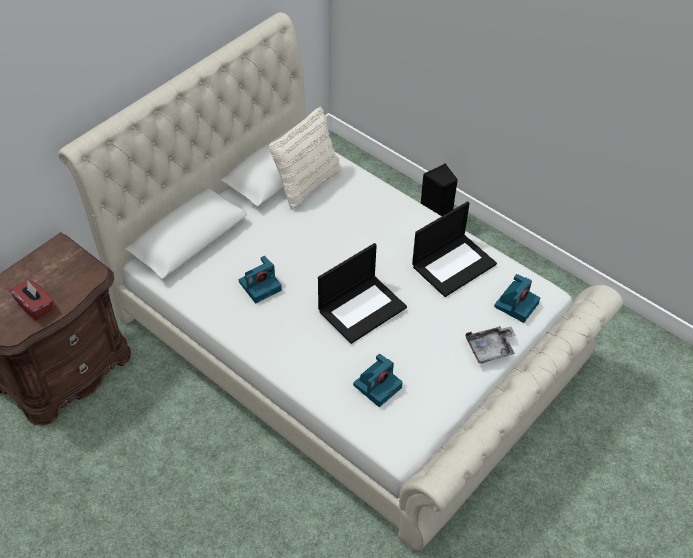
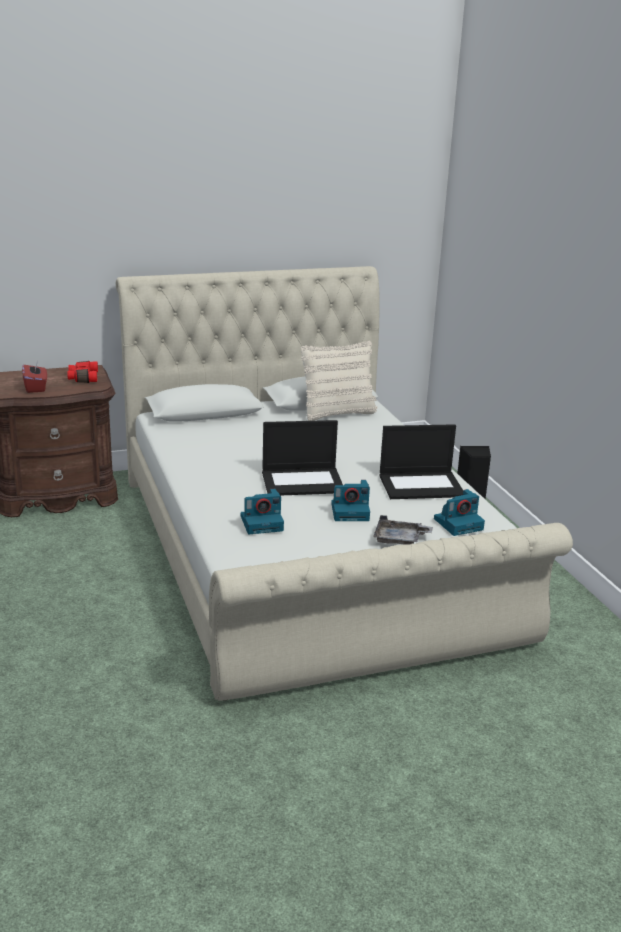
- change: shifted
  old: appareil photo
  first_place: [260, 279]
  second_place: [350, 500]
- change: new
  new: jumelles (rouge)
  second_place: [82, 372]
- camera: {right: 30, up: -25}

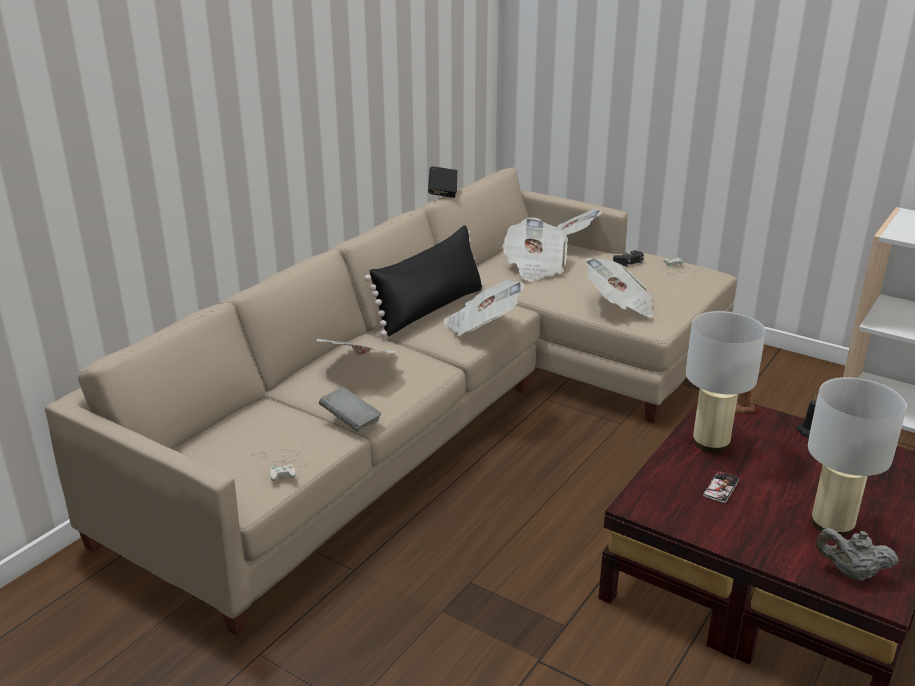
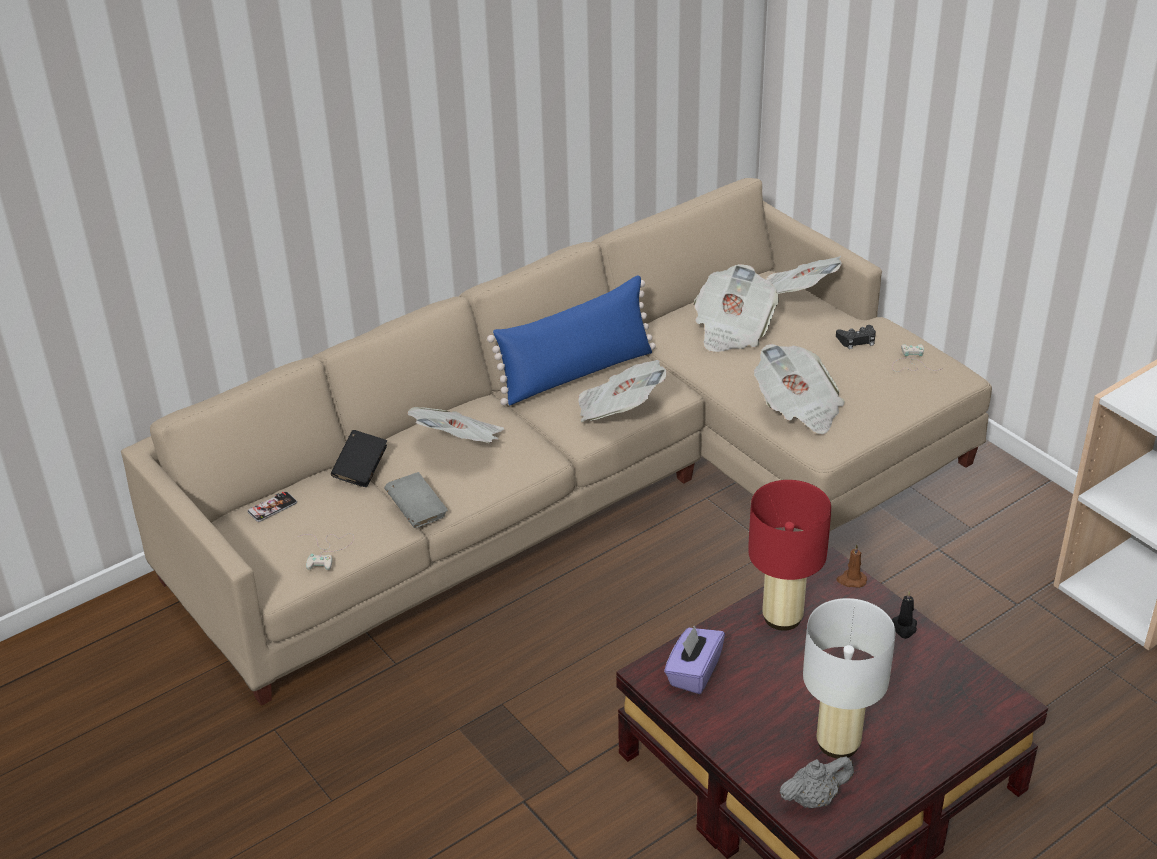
- change: repainted
  old: coussin (noir)
  new: coussin (bleu)
  first_place: [423, 281]
  second_place: [571, 340]
- change: shifted
  old: livre (noir)
  first_place: [442, 182]
  second_place: [359, 458]
- change: repainted
  old: lampe de table (blanc)
  new: lampe de table (rouge)
  first_place: [726, 382]
  second_place: [789, 555]
- change: shifted
  old: téléphone
  first_place: [721, 487]
  second_place: [272, 507]
- change: rotated
  old: théière (gris)
  first_place: [857, 554]
  second_place: [817, 782]
  degrees: 120
- change: new
  new: boîte à mouchoirs (violet)
  second_place: [694, 659]
- camera: {right: 20, up: 10}

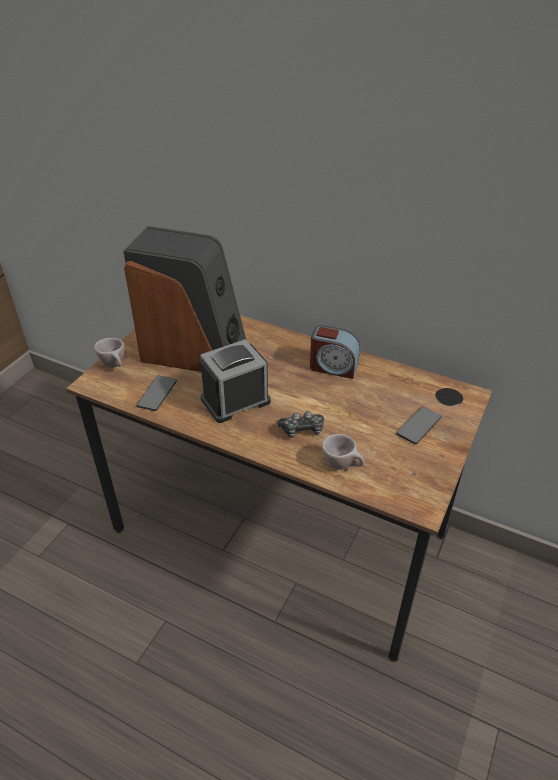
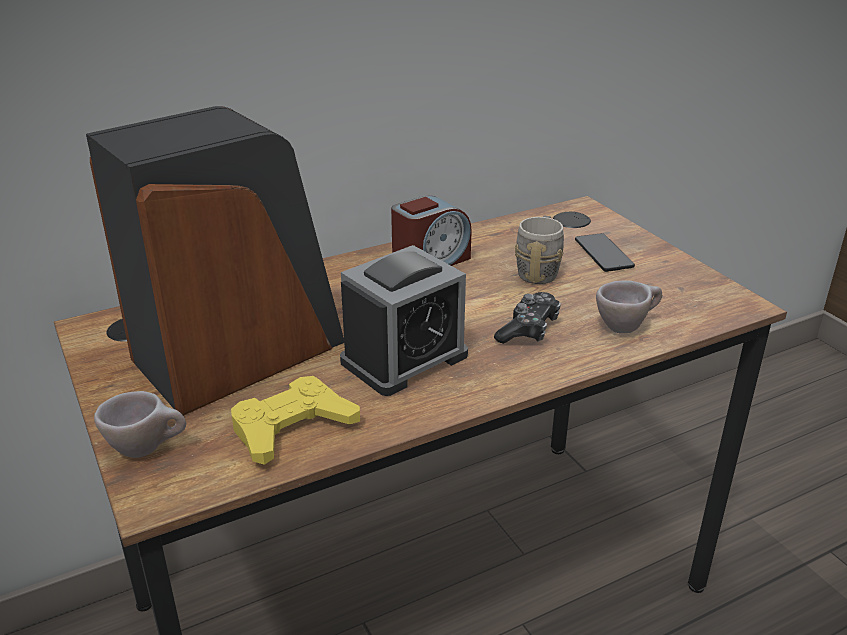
- change: swapped
  old: téléphone
  new: manette (jaune)
  first_place: [157, 393]
  second_place: [295, 420]
- change: rotated
  old: réveil
  first_place: [235, 381]
  second_place: [404, 320]
  degrees: -135
- change: new
  new: mug (gris)
  second_place: [539, 250]
- camera: {right: -55, up: -10}

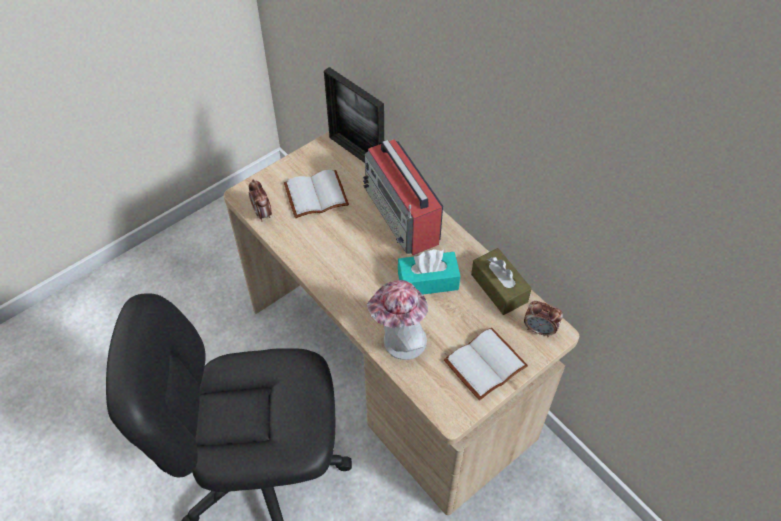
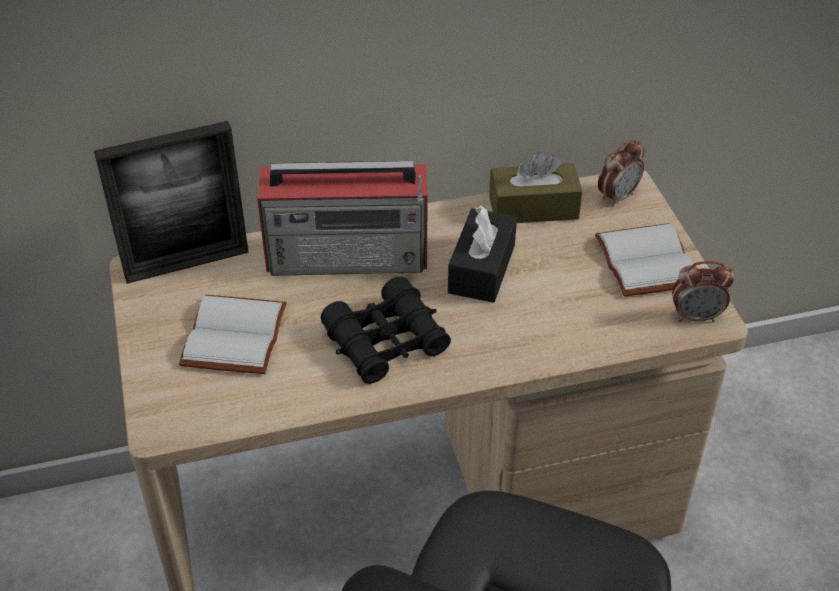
- change: shifted
  old: réveil
  first_place: [260, 201]
  second_place: [703, 291]
- change: gone
  old: chapeau
  first_place: [397, 320]
- change: repainted
  old: boîte à mouchoirs (turquoise)
  new: boîte à mouchoirs (noir)
  first_place: [429, 271]
  second_place: [482, 254]
- change: new
  new: jumelles (noir)
  second_place: [385, 330]
- camera: {right: -65, up: -10}

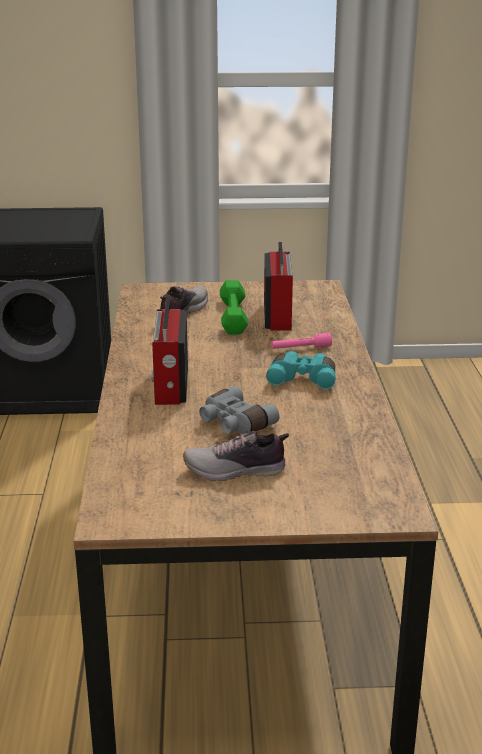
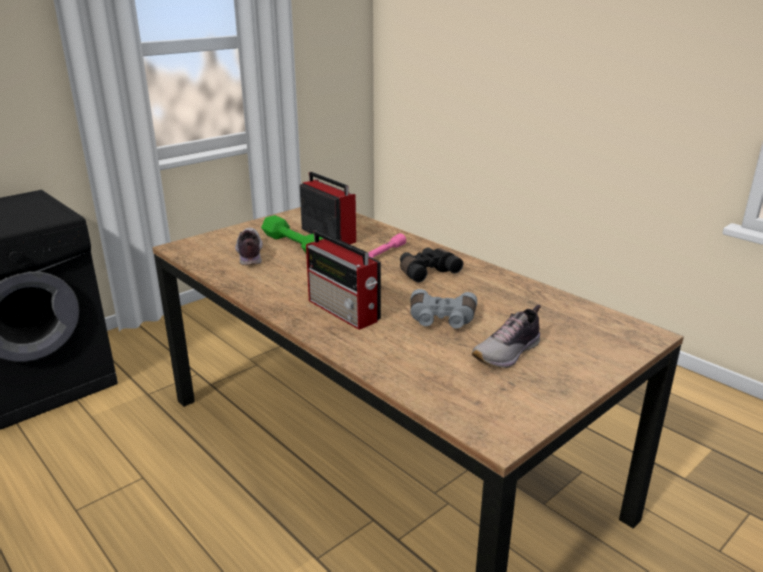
- change: repainted
  old: jumelles (turquoise)
  new: jumelles (noir)
  first_place: [301, 370]
  second_place: [431, 265]
- camera: {right: -40, up: 0}

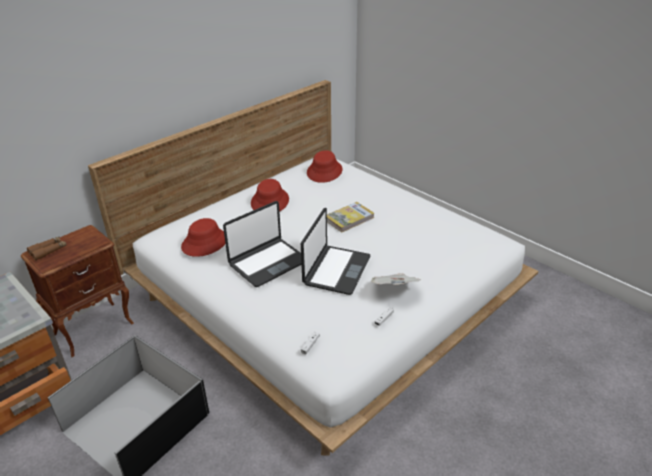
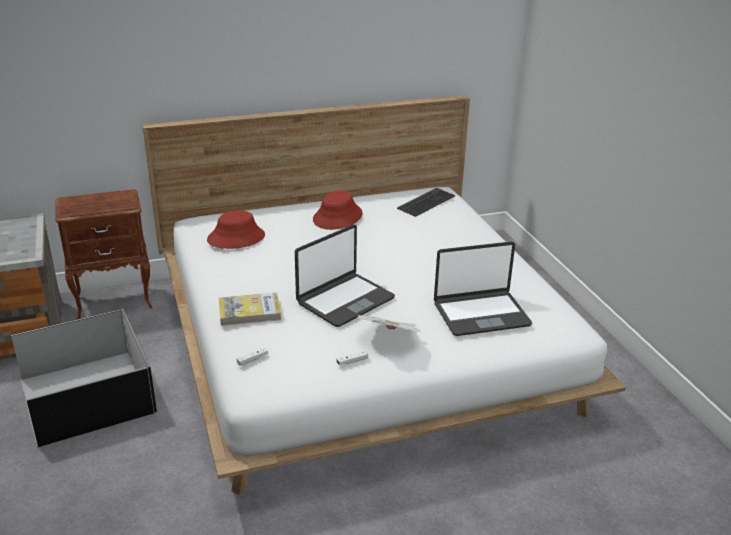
- change: gone
  old: jumelles (marron)
  first_place: [46, 249]
- change: shifted
  old: ordinateur portable
  first_place: [262, 244]
  second_place: [483, 289]
- change: swapped
  old: chapeau (rouge)
  new: clavier
  first_place: [324, 166]
  second_place: [426, 202]
- change: shifted
  old: livre
  first_place: [350, 217]
  second_place: [250, 309]
- camera: {right: 25, up: -5}

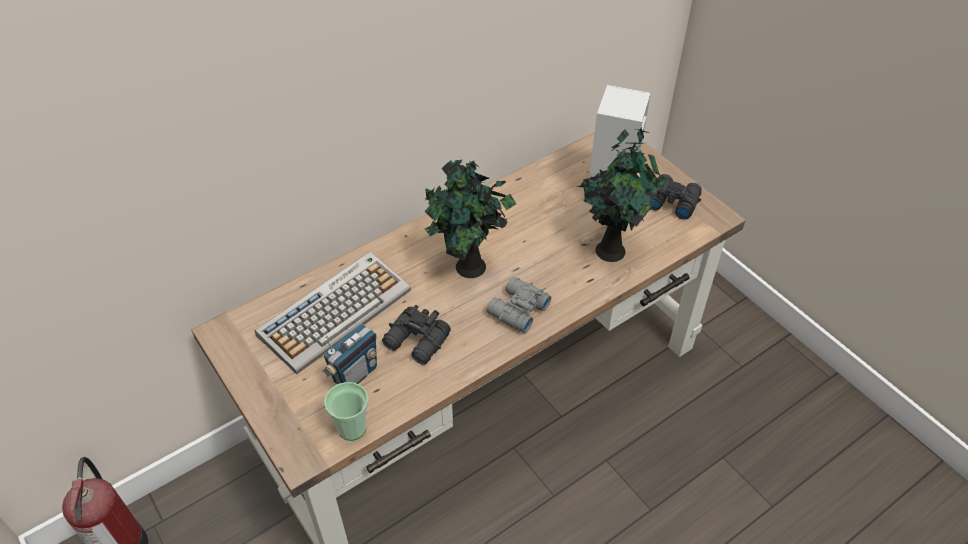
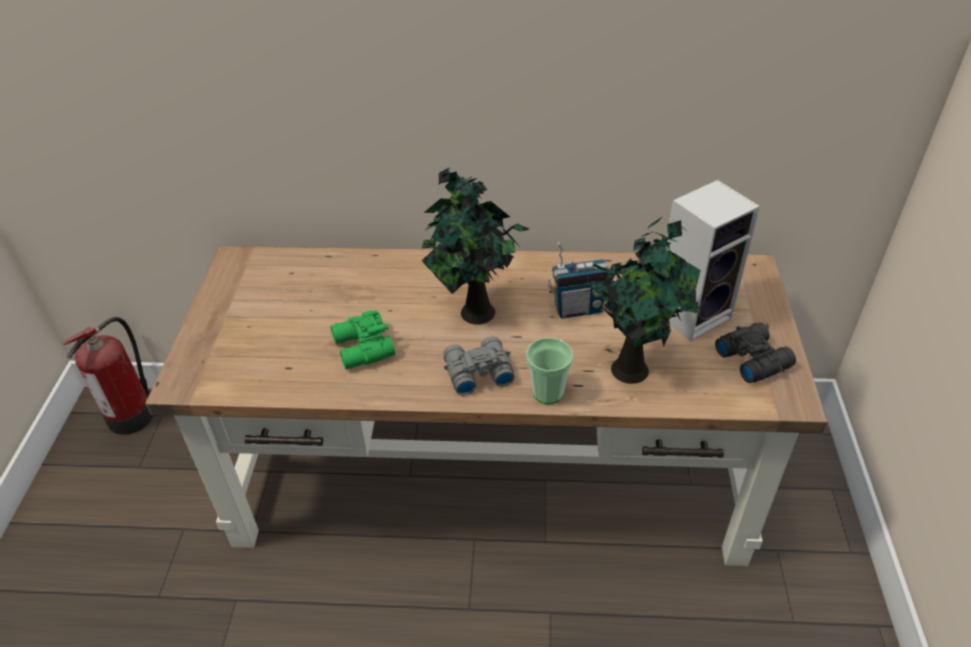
- change: gone
  old: clavier
  first_place: [332, 313]
- change: shifted
  old: radio
  first_place: [350, 354]
  second_place: [578, 281]
- change: shifted
  old: tasse
  first_place: [346, 411]
  second_place: [550, 371]
- change: repainted
  old: jumelles (noir)
  new: jumelles (vert)
  first_place: [416, 335]
  second_place: [362, 339]
- camera: {right: 40, up: -5}

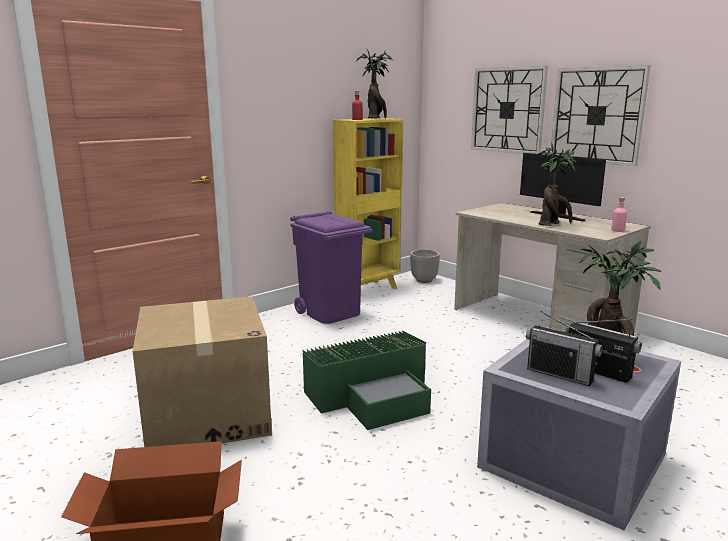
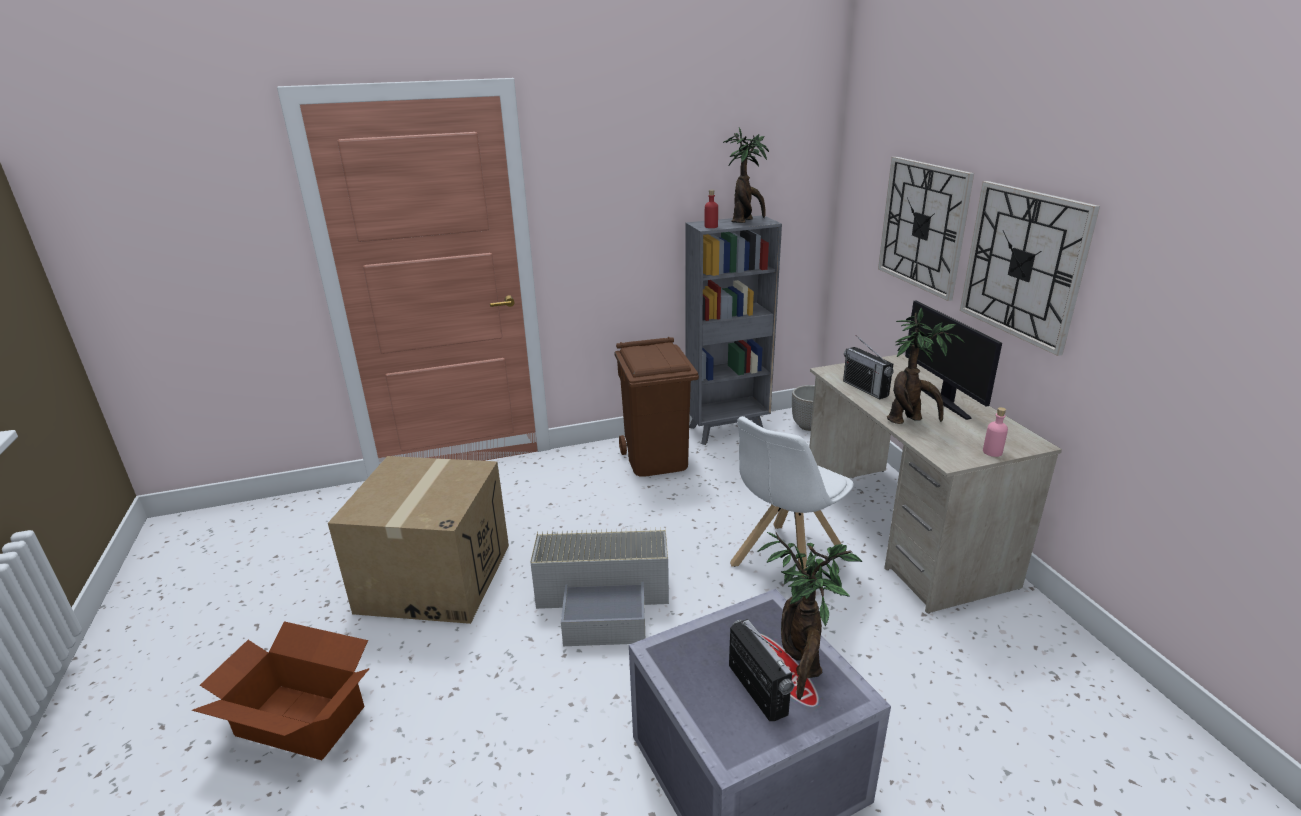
- change: repainted
  old: poubelle (violet)
  new: poubelle (marron)
  first_place: [331, 267]
  second_place: [656, 407]
- change: repainted
  old: boîte de rangement (vert)
  new: boîte de rangement (gris)
  first_place: [366, 380]
  second_place: [599, 586]
- change: repainted
  old: bibliothèque (jaune)
  new: bibliothèque (gris)
  first_place: [368, 209]
  second_place: [734, 330]
- change: shifted
  old: radio
  first_place: [564, 348]
  second_place: [868, 367]
- change: new
  new: chaise (blanc)
  second_place: [792, 496]
- camera: {right: 25, up: 10}

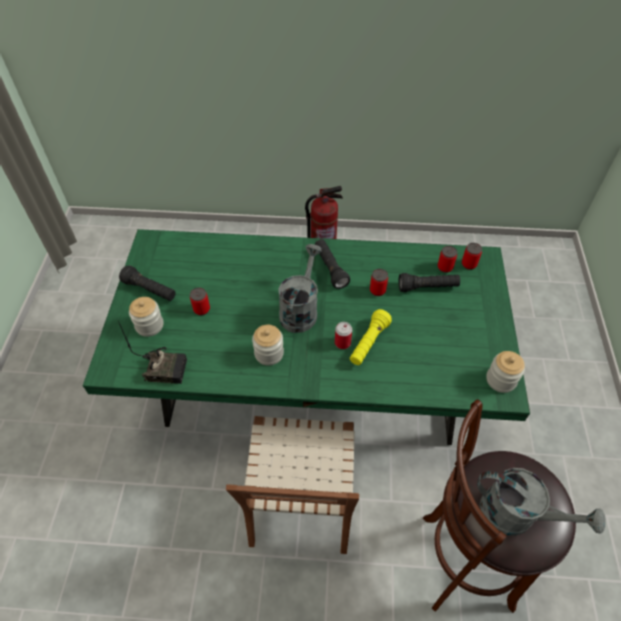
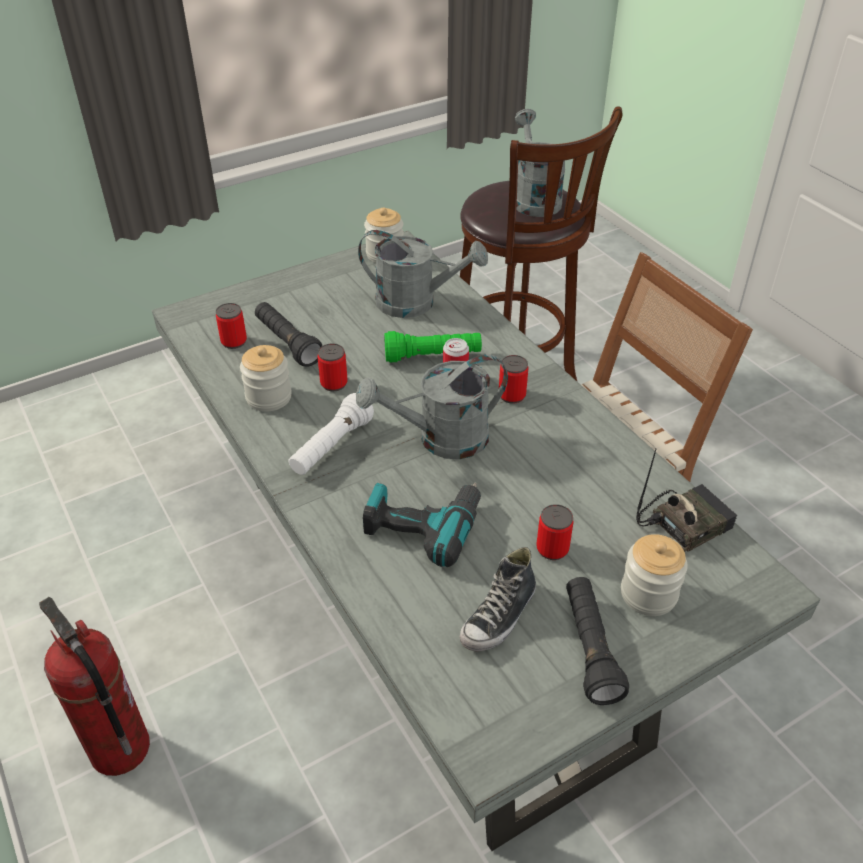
- change: repainted
  old: table à manger (vert)
  new: table à manger (gris)
  first_place: [306, 337]
  second_place: [486, 541]
- change: rotated
  old: radio
  first_place: [152, 352]
  second_place: [686, 500]
  degrees: 90
- change: shifted
  old: bocal
  first_place: [268, 345]
  second_place: [266, 378]
- change: repainted
  old: lampe de poche (noir)
  new: lampe de poche (blanc)
  first_place: [332, 264]
  second_place: [331, 434]
- change: repainted
  old: lampe de poche (jaune)
  new: lampe de poche (vert)
  first_place: [371, 337]
  second_place: [433, 346]
- change: shifted
  old: boîte métallique
  first_place: [472, 256]
  second_place: [514, 379]
- change: new
  new: arrosoir (gris)
  second_place: [423, 274]
- change: new
  new: perceuse
  second_place: [422, 524]
- change: new
  new: chaussure
  second_place: [498, 599]
- camera: {right: -125, up: -10}

